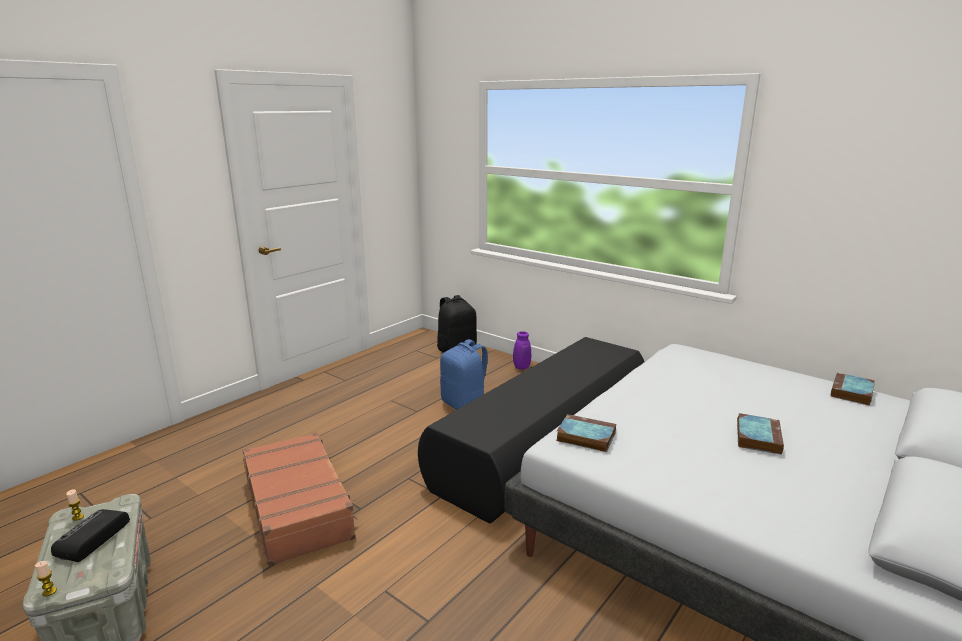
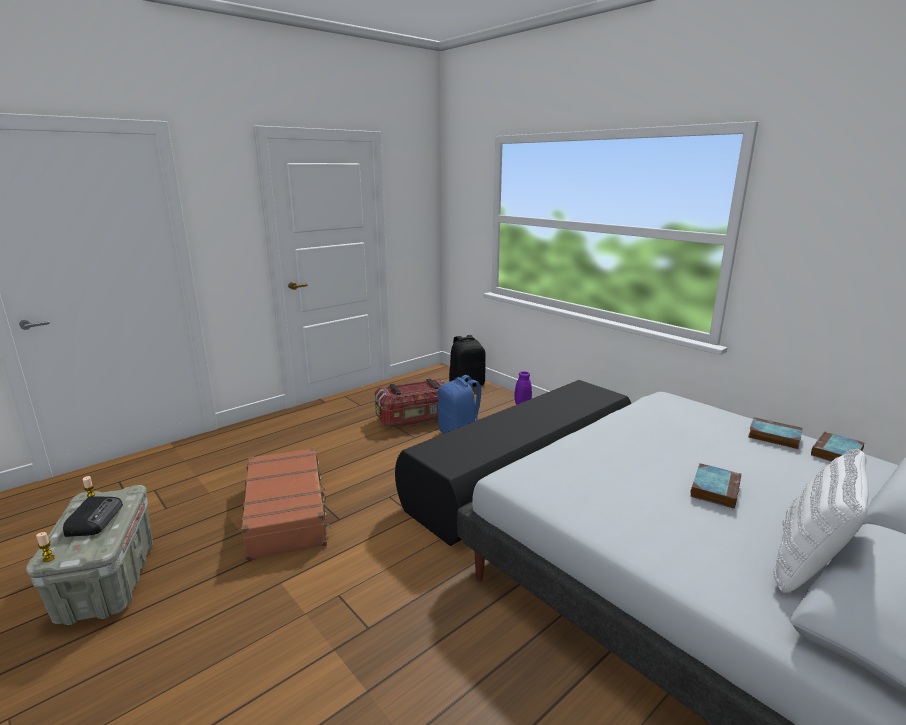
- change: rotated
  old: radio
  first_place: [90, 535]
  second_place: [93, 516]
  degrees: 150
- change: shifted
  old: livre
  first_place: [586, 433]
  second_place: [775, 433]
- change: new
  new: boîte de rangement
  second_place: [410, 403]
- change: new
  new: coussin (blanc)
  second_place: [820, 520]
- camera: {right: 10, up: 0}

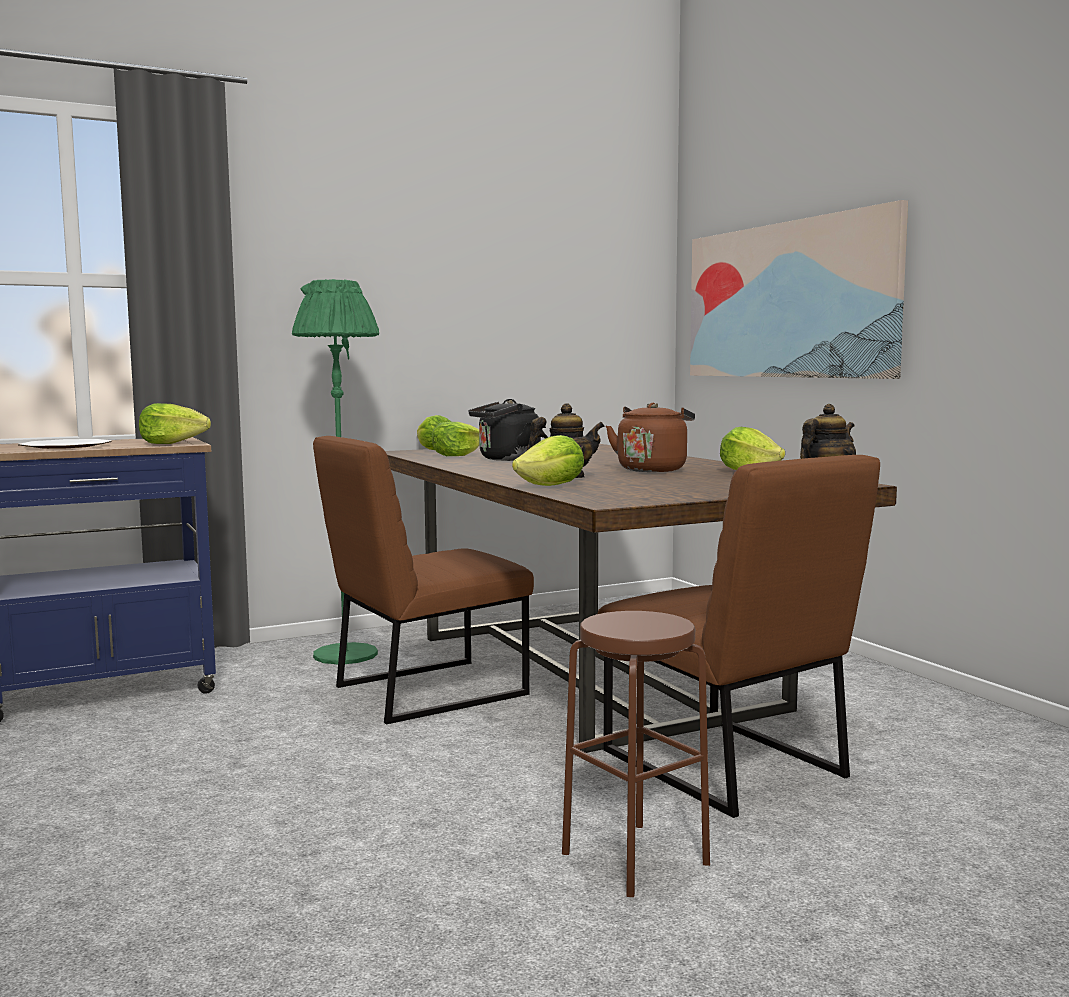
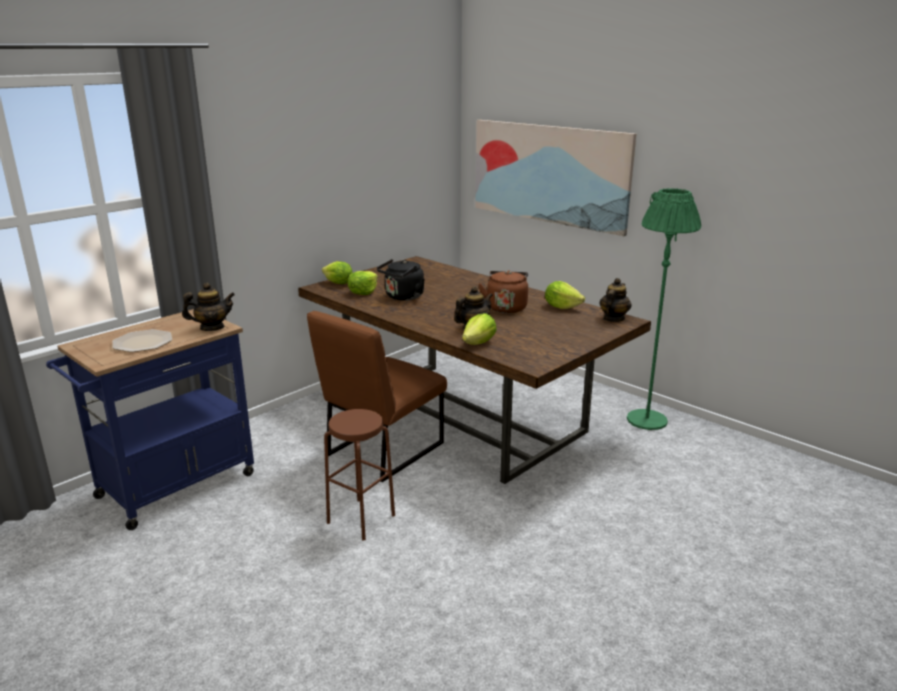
- change: swapped
  old: laitue
  new: théière
  first_place: [175, 423]
  second_place: [208, 307]
- change: shifted
  old: lampadaire (vert)
  first_place: [335, 471]
  second_place: [664, 309]
- change: shifted
  old: tabouret (marron)
  first_place: [636, 754]
  second_place: [359, 474]
- change: gone
  old: chaise (marron)
  first_place: [739, 636]
- camera: {right: -20, up: 15}

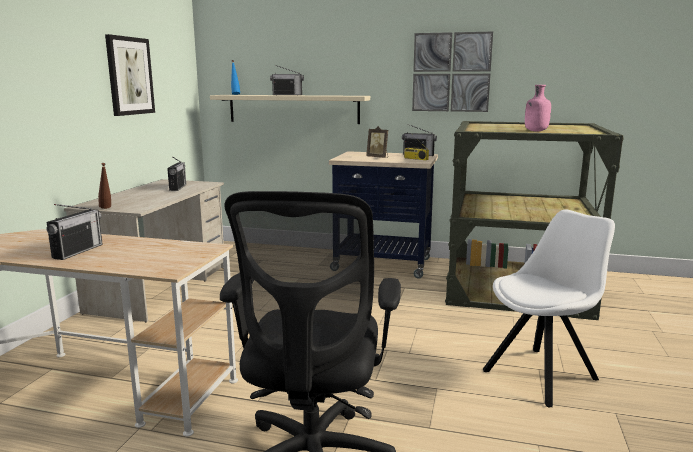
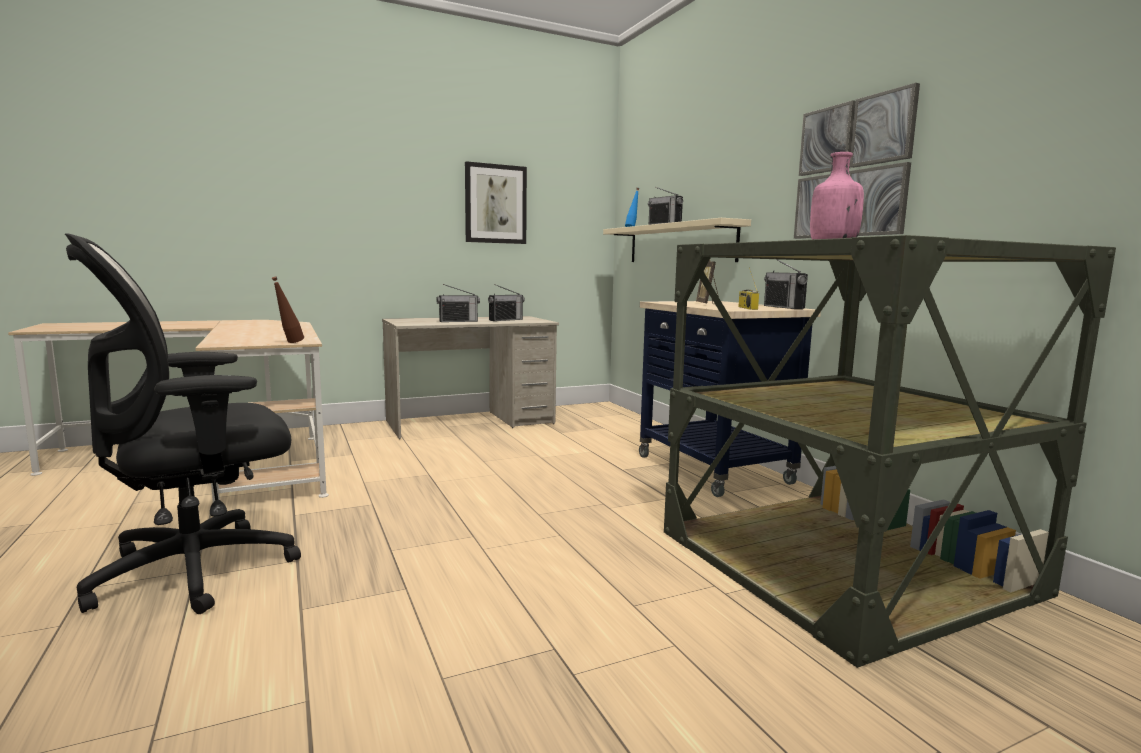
- change: shifted
  old: radio
  first_place: [74, 232]
  second_place: [458, 303]
- change: shifted
  old: bouteille (marron)
  first_place: [104, 186]
  second_place: [288, 310]
- change: gone
  old: chaise (blanc)
  first_place: [549, 308]
- camera: {right: 50, up: -5}

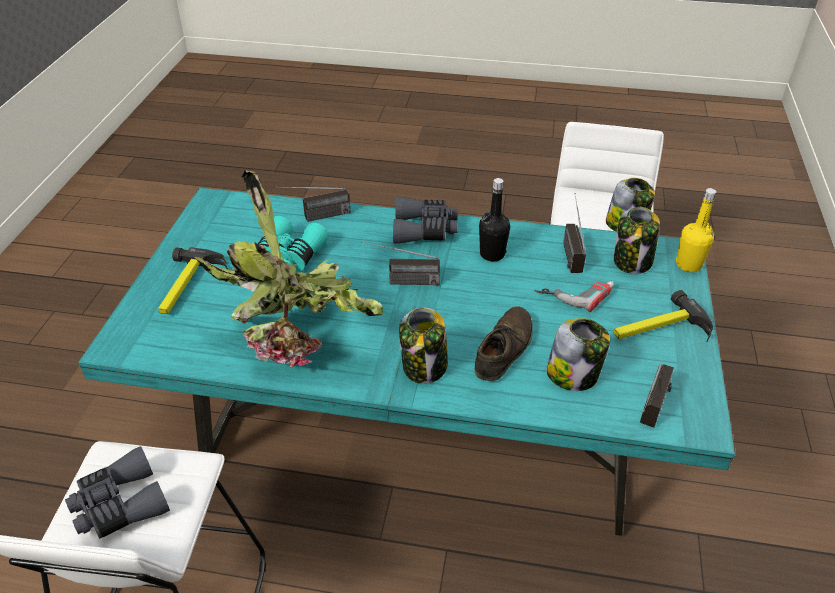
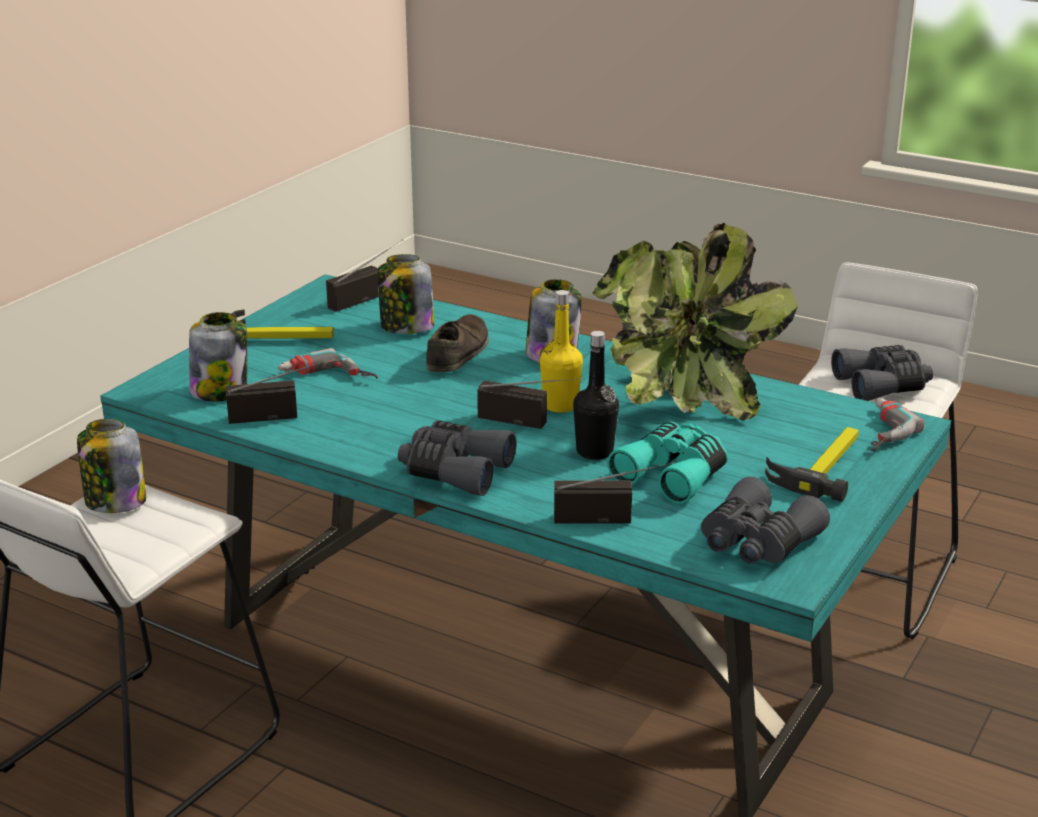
- change: rotated
  old: chaussure (marron)
  first_place: [503, 343]
  second_place: [457, 343]
  degrees: 150
- change: shifted
  old: bouteille (noir)
  first_place: [494, 219]
  second_place: [596, 395]
- change: rotated
  old: radio
  first_place: [574, 233]
  second_place: [278, 391]
  degrees: -120
- change: shifted
  old: bouteille (jaune)
  first_place: [696, 230]
  second_place: [561, 351]
- change: new
  new: jumelles (gris)
  second_place: [765, 520]
- change: new
  new: perceuse
  second_place: [897, 425]
- camera: {right: -160, up: -15}

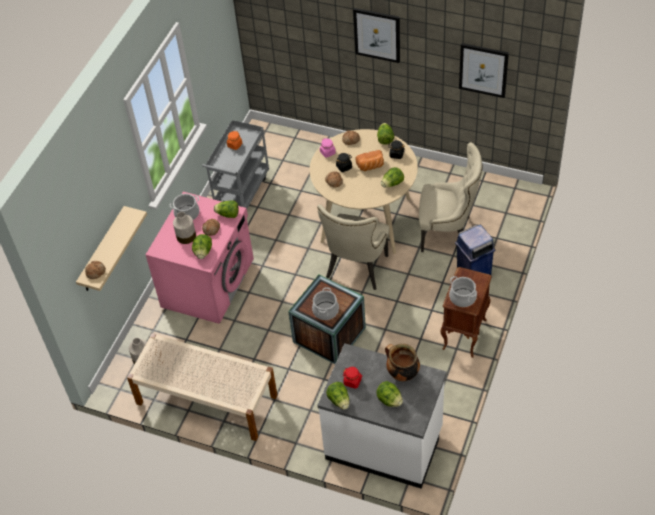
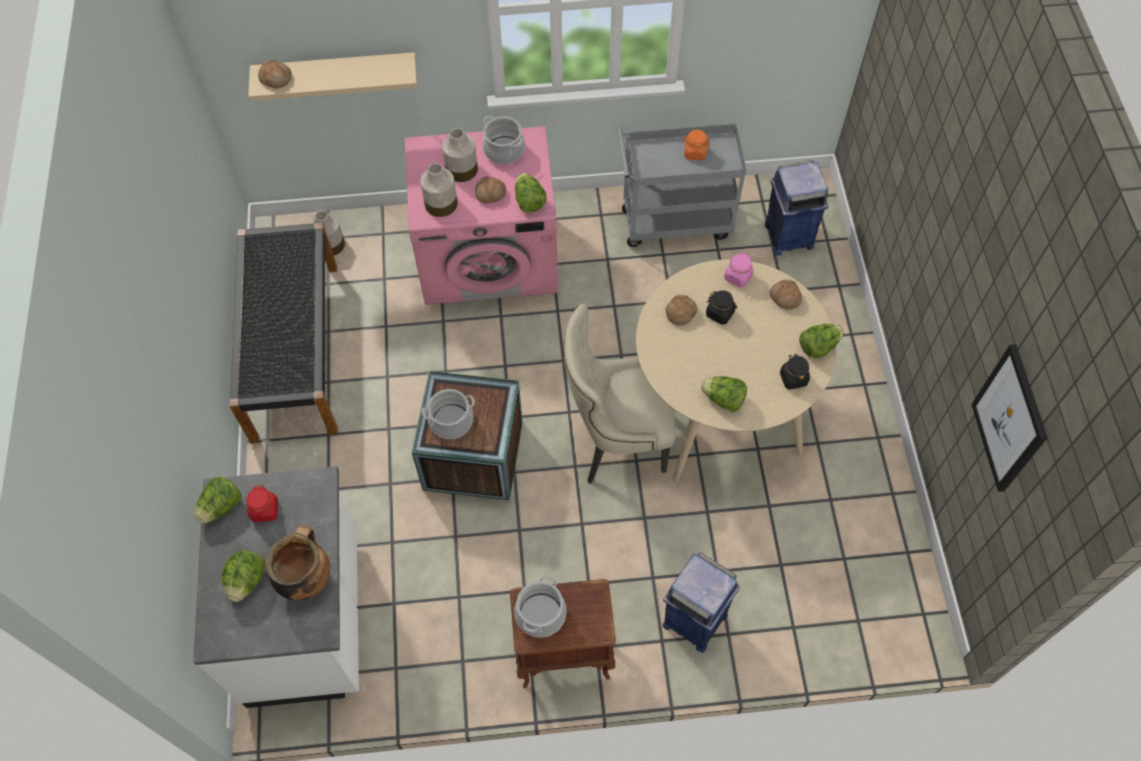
- change: repainted
  old: banc (beige)
  new: banc (noir)
  first_place: [202, 387]
  second_place: [283, 332]
- change: swapped
  old: laitue
  new: vase (beige)
  first_place: [202, 246]
  second_place: [439, 190]
- change: gone
  old: tableau
  first_place: [376, 35]
- change: gone
  old: pain
  first_place: [369, 160]
- change: gone
  old: chaise (beige)
  first_place: [451, 197]
- change: new
  new: poubelle (bleu)
  second_place: [797, 208]
- camera: {right: 60, up: 10}

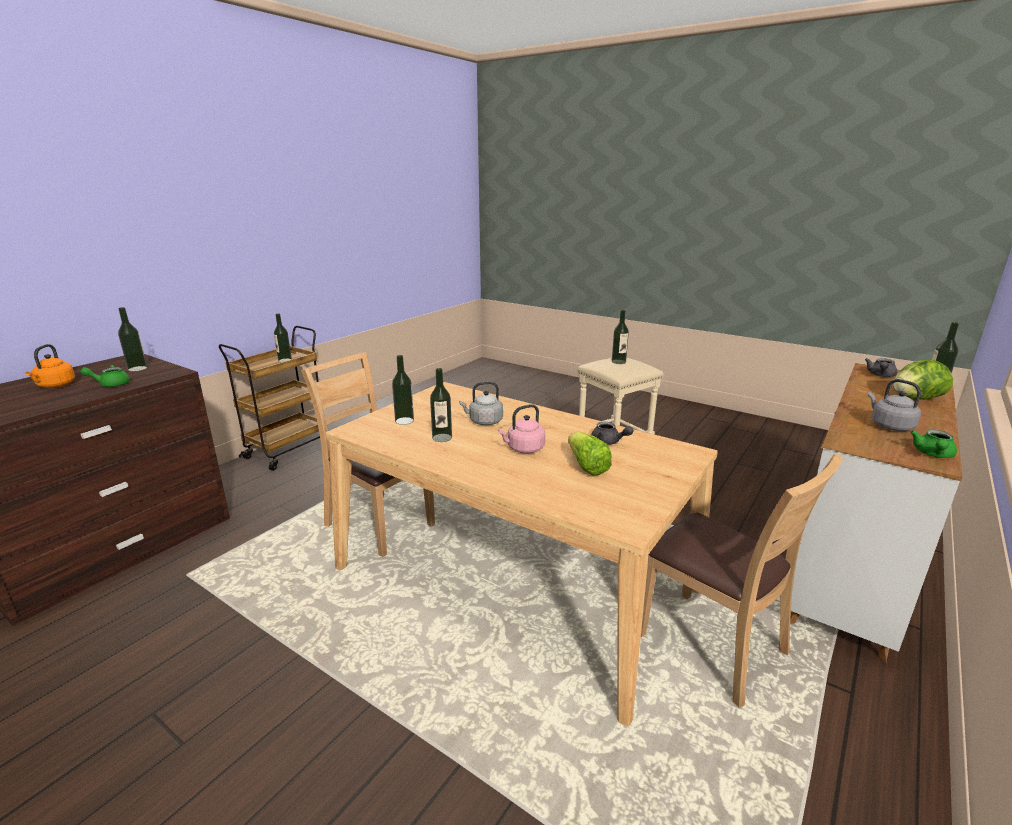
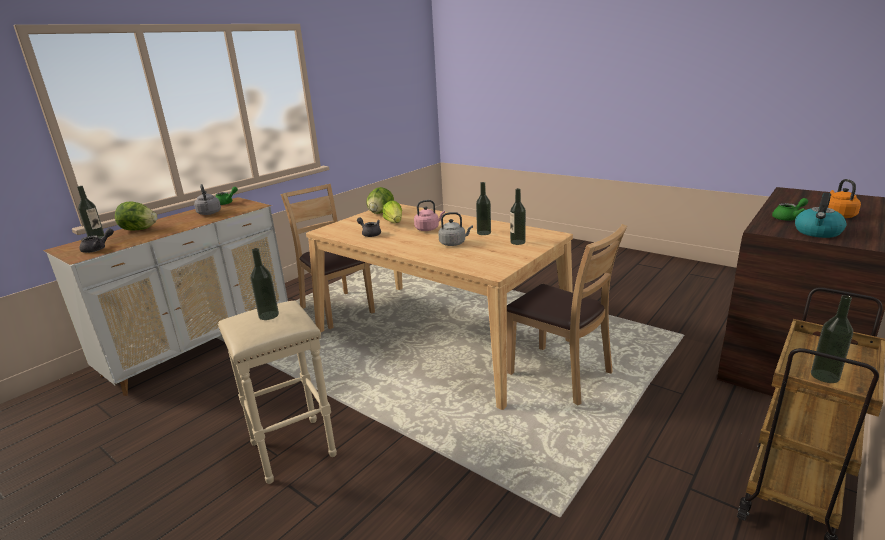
- change: swapped
  old: bouteille
  new: bouilloire
  first_place: [132, 339]
  second_place: [820, 215]
- change: new
  new: laitue
  second_place: [380, 200]
- camera: {right: -175, up: 0}

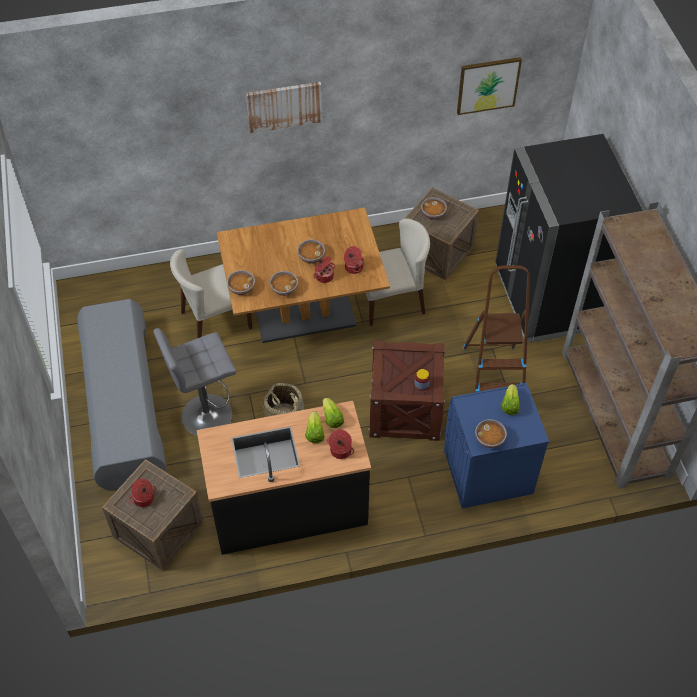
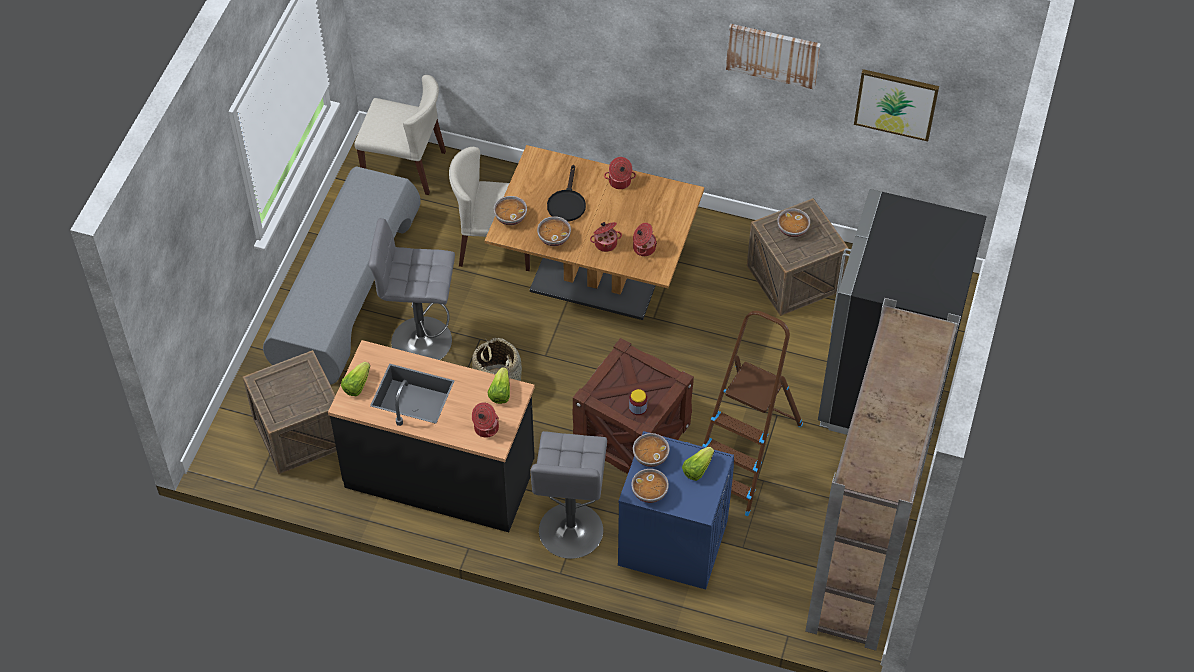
- change: shifted
  old: marmite
  first_place: [143, 493]
  second_place: [620, 173]
- change: shifted
  old: tableau
  first_place: [284, 107]
  second_place: [773, 57]
- change: shifted
  old: bol
  first_place: [311, 252]
  second_place: [651, 450]
- change: shifted
  old: laitue
  first_place: [315, 427]
  second_place: [355, 379]
- change: shifted
  old: chaise (beige)
  first_place: [398, 272]
  second_place: [400, 135]
- change: new
  new: tabouret (gris)
  second_place: [568, 495]
- change: new
  new: poêle (noir)
  second_place: [566, 193]
- camera: {right: 30, up: 0}

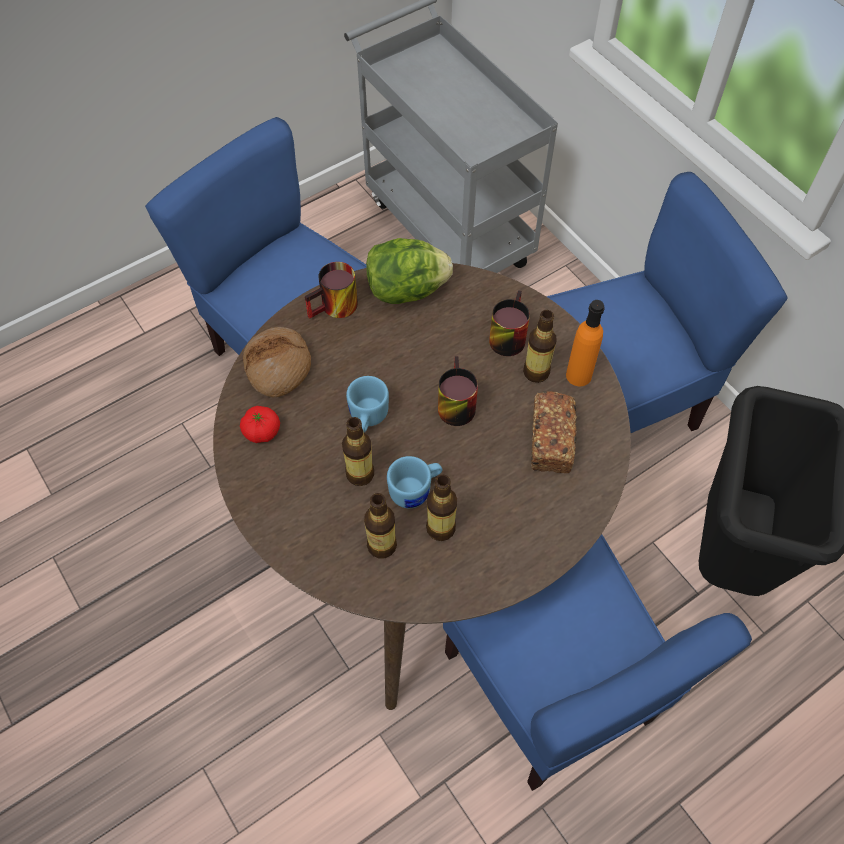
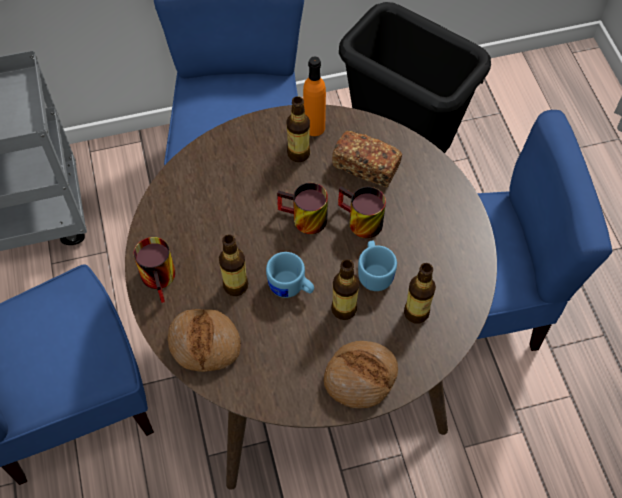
- change: gone
  old: tomate
  first_place: [260, 424]
- change: gone
  old: laitue
  first_place: [409, 271]
- change: shifted
  old: bouteille
  first_place: [441, 508]
  second_place: [233, 265]
- change: shifted
  old: mug
  first_place: [509, 323]
  second_place: [362, 212]
- change: new
  new: pain
  second_place: [361, 375]
- camera: {right: -70, up: 0}

